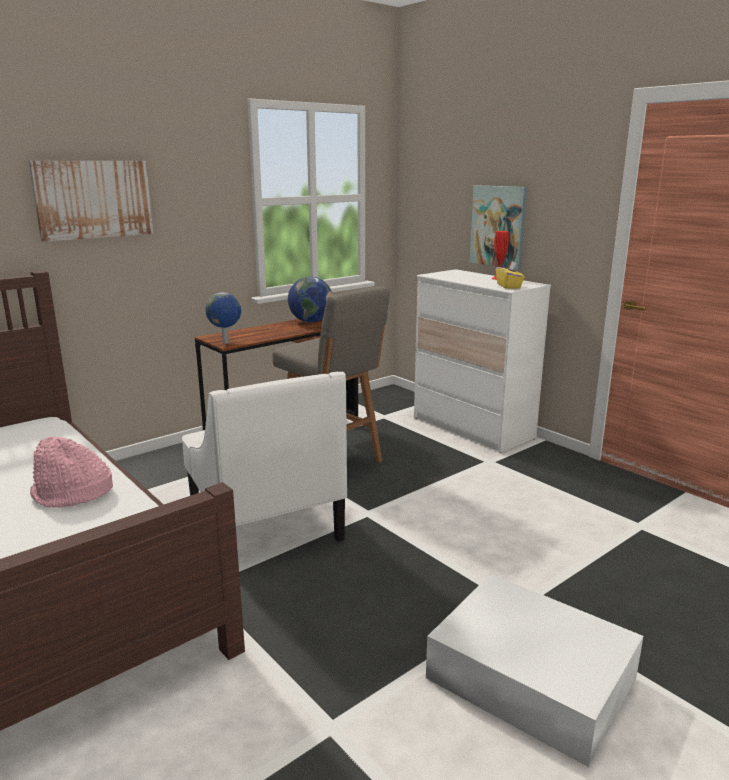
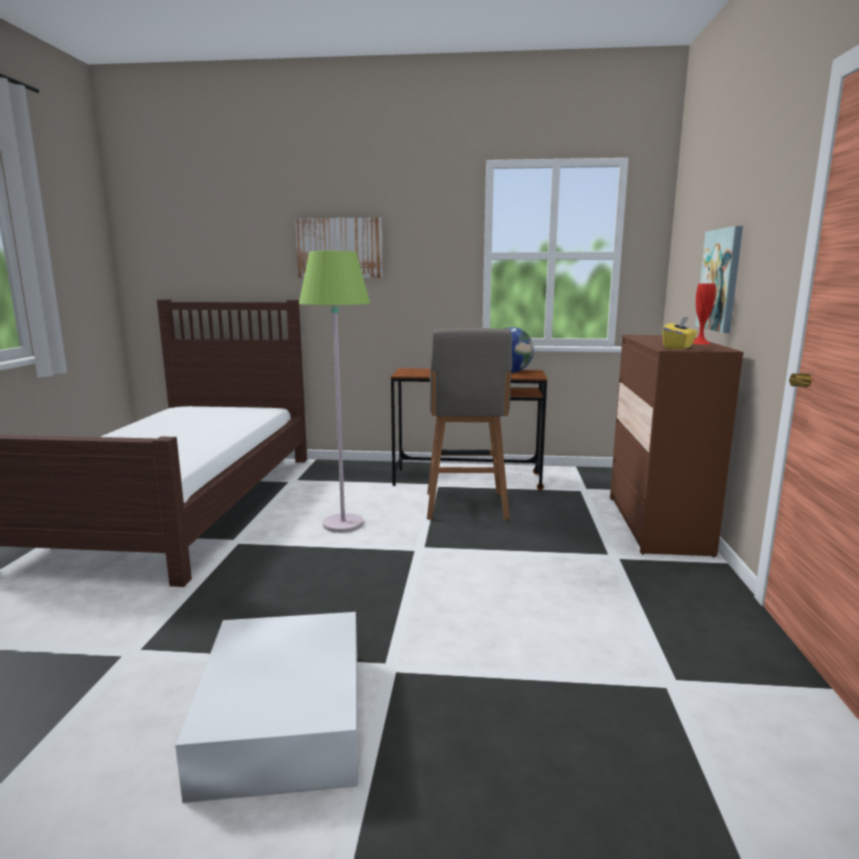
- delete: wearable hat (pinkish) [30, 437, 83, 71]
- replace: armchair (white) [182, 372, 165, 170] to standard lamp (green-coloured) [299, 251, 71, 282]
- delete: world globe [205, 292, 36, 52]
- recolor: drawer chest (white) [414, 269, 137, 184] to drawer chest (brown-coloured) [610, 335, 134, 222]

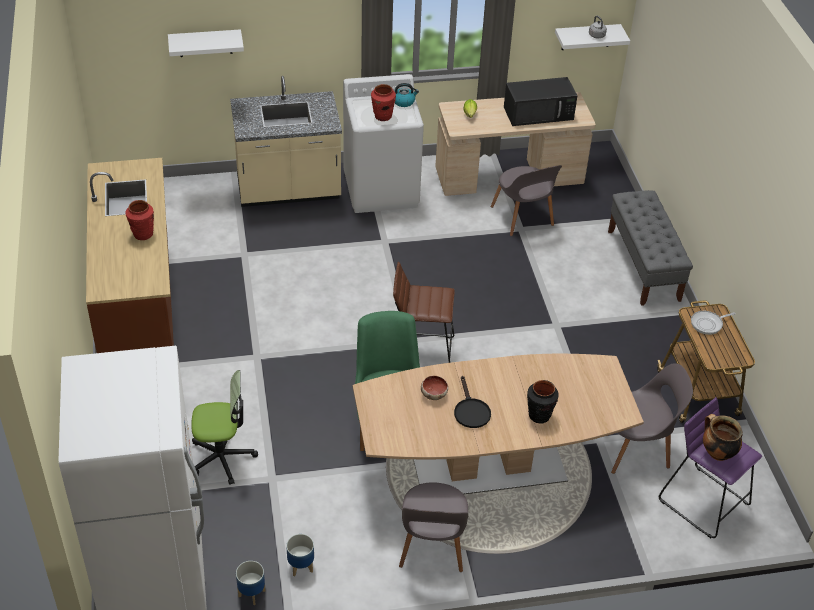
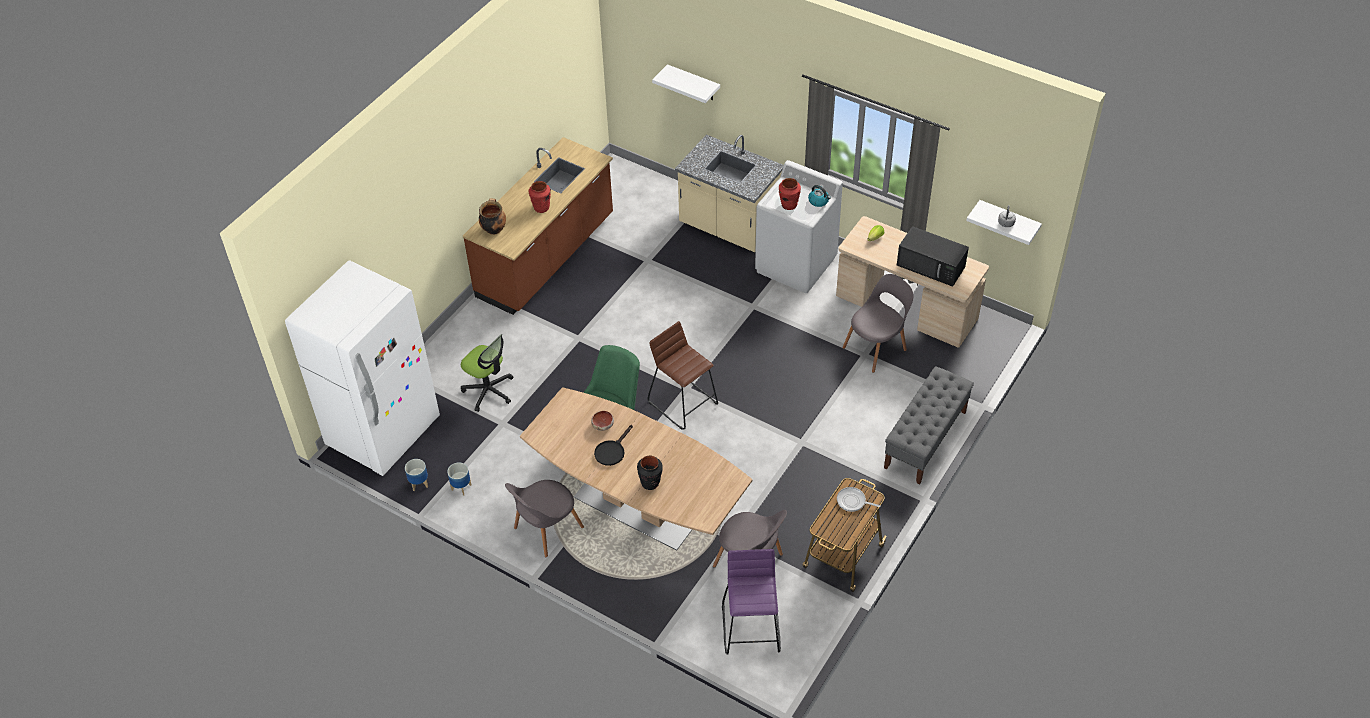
- rotate: chair (greyish) [491, 165, 71, 71] = [842, 274, 71, 99] 150 degrees counterclockwise
- move: cooking pot [703, 414, 40, 47] to [479, 198, 27, 37]

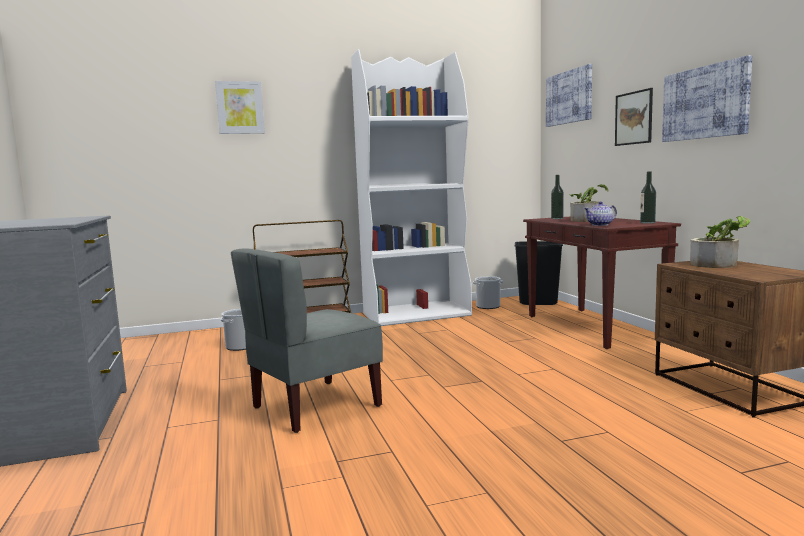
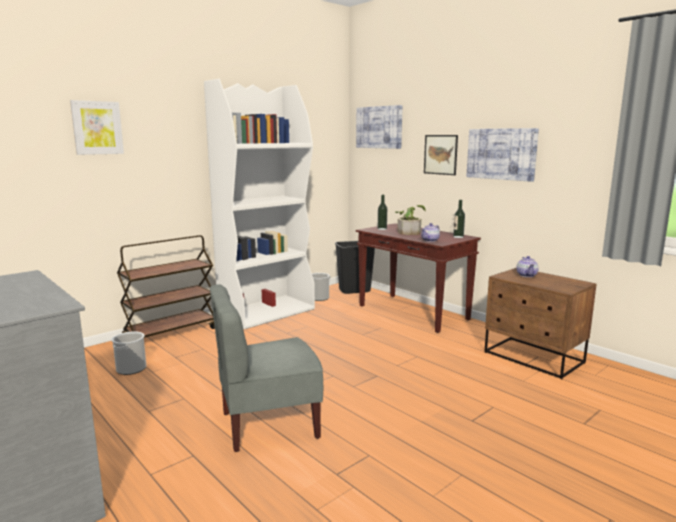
- rotate: chair (greyish) [231, 249, 152, 184] = [210, 284, 113, 168] 45 degrees clockwise
- replace: houseplant [690, 216, 60, 52] to teapot [516, 256, 23, 21]

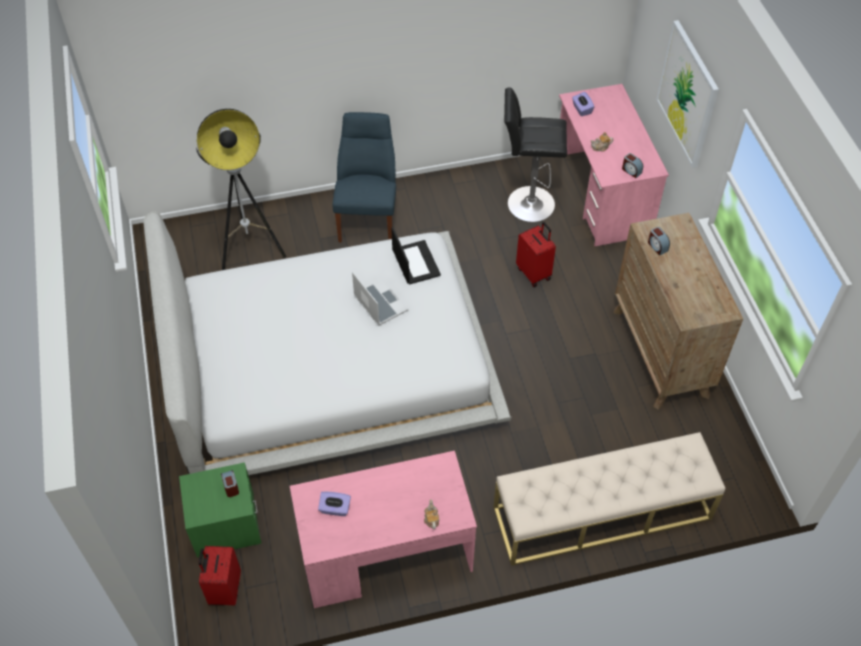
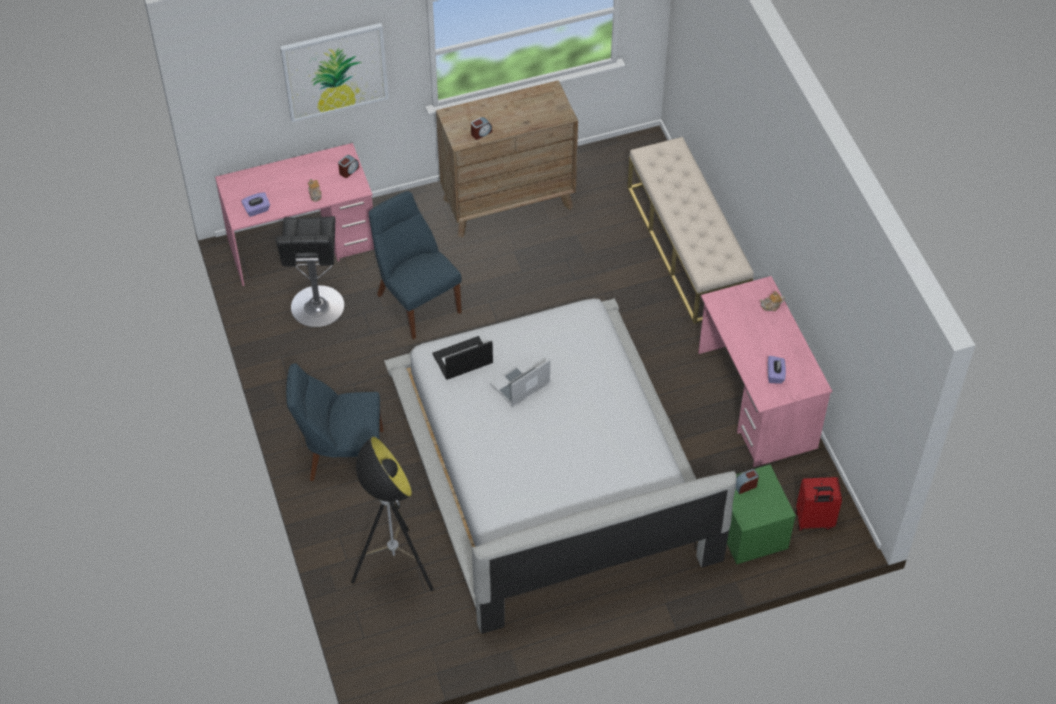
- replace: travel case (reddish) [516, 222, 40, 65] to chair (blue-coloured) [369, 191, 93, 148]

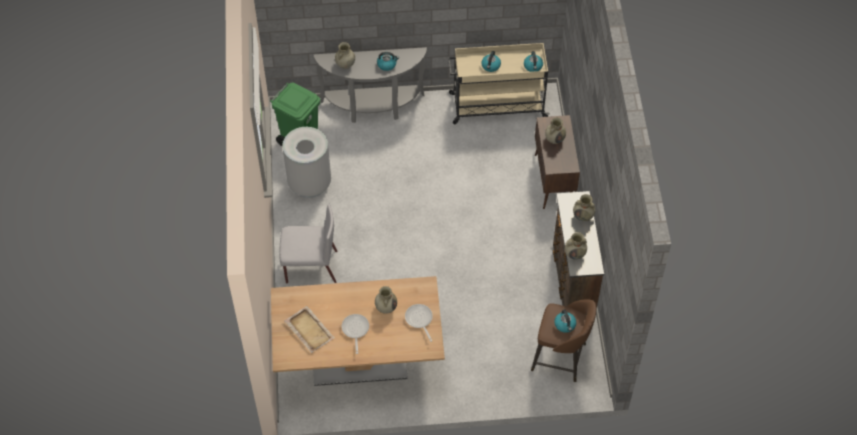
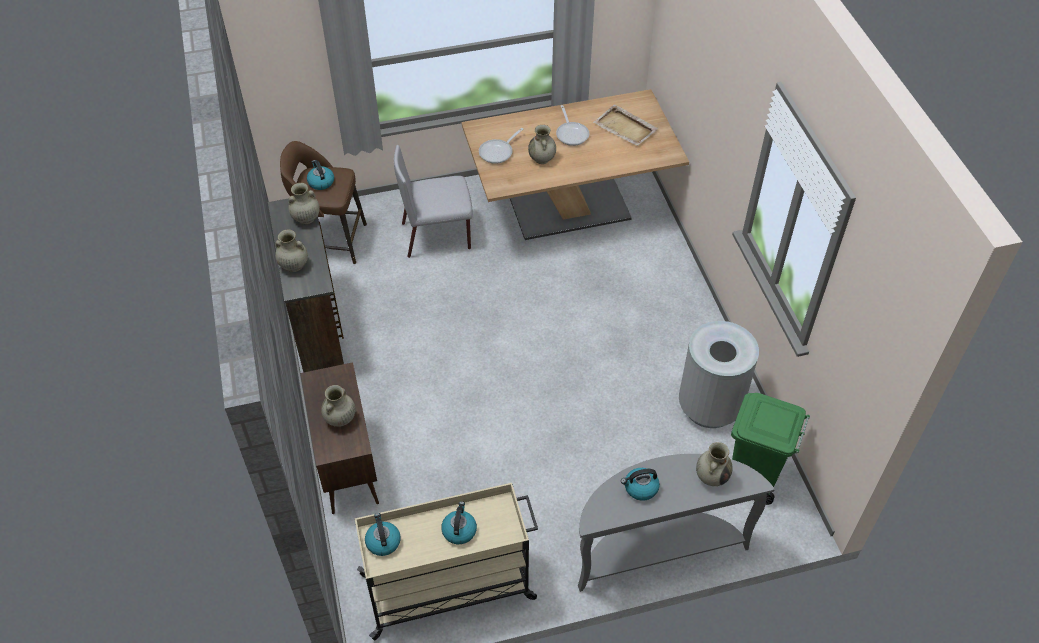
- move: chair (greyish) [280, 204, 57, 79] to [394, 145, 79, 113]
- rotate: frying pan [405, 304, 28, 38] = [479, 128, 44, 36] 75 degrees clockwise

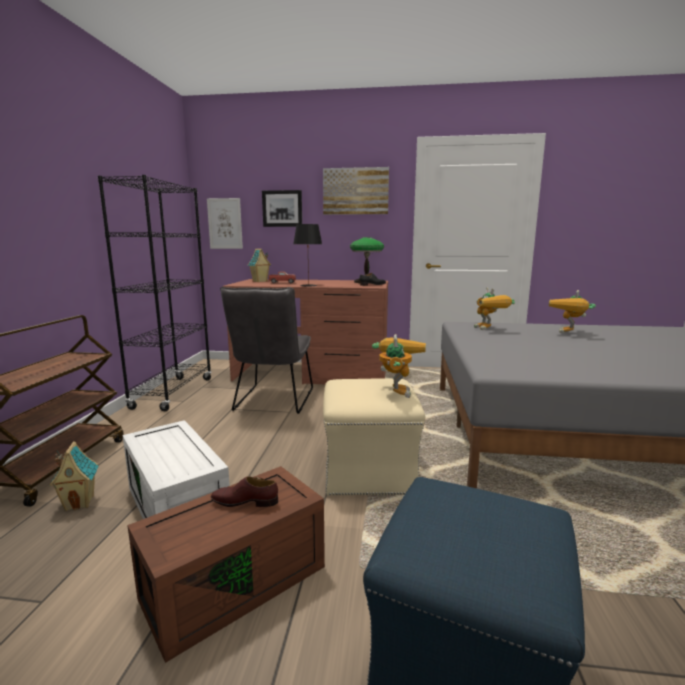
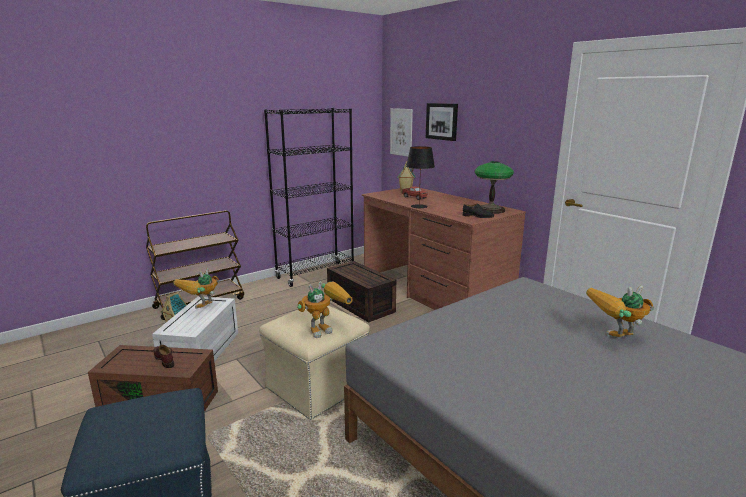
- replace: chair (greyish) [220, 287, 93, 127] to storage box (brown-coloured) [327, 261, 69, 62]
- delete: picture [323, 167, 66, 48]
- move: robot figure [474, 287, 41, 43] to [173, 268, 46, 41]

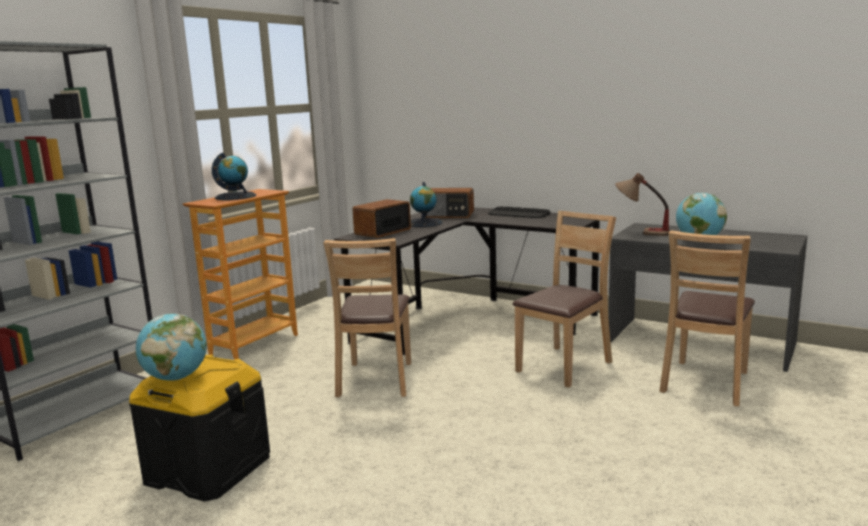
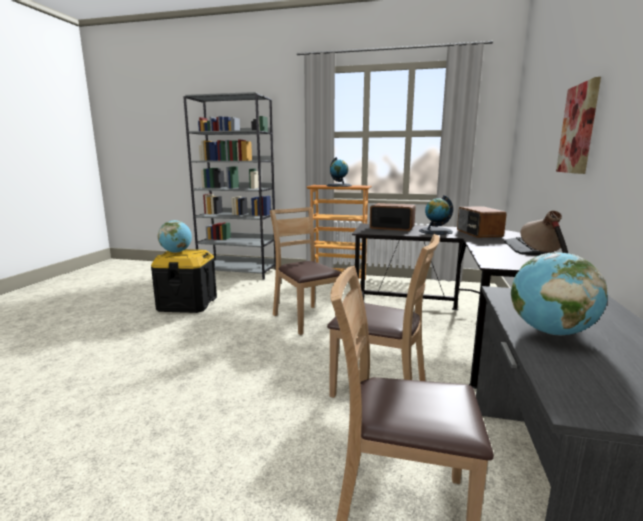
- rotate: chair (brown-coloured) [323, 238, 88, 159] = [270, 207, 72, 128] 75 degrees clockwise
- insert: picture [556, 77, 45, 97]

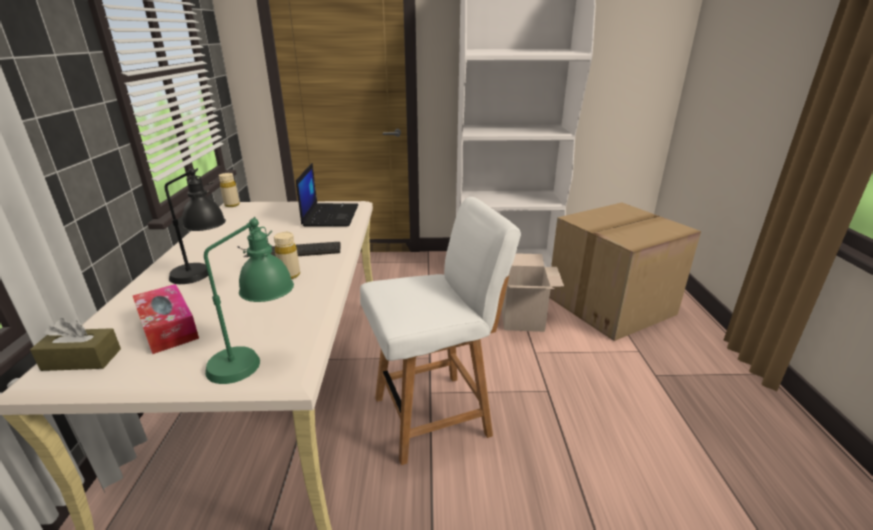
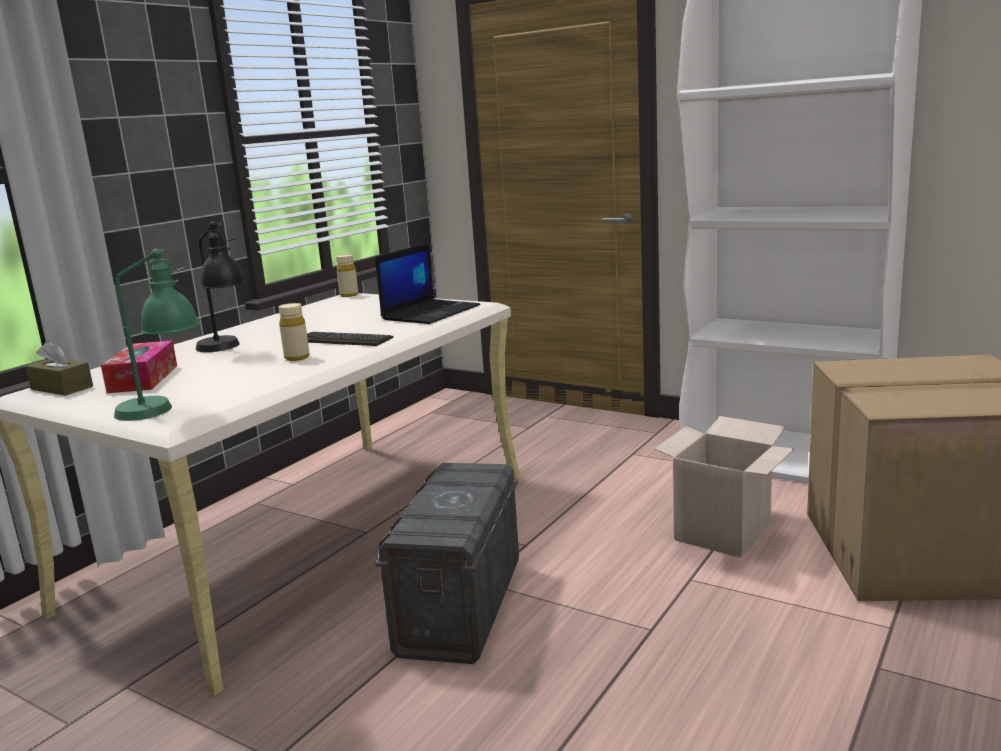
- replace: chair (white) [360, 197, 161, 268] to storage box (greyish) [375, 463, 144, 201]

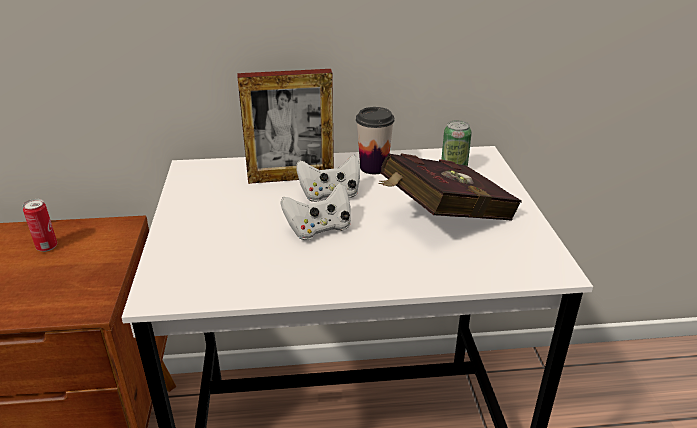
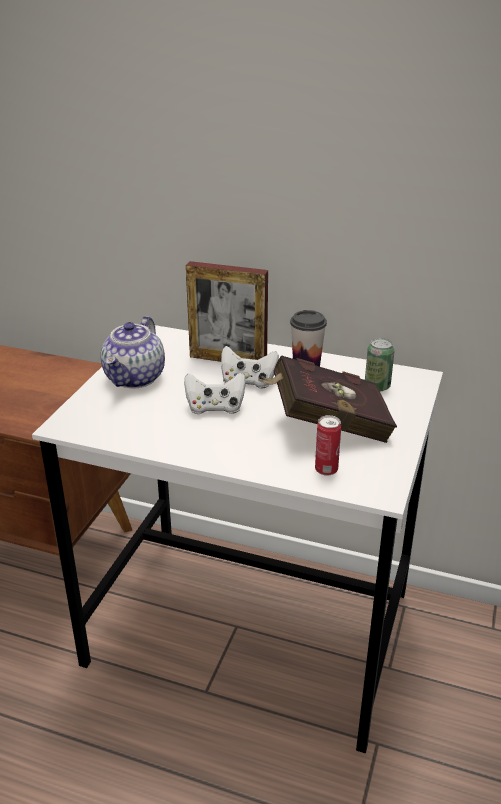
- move: metal can [23, 199, 34, 53] to [315, 415, 26, 61]
- insert: teapot [101, 316, 64, 72]

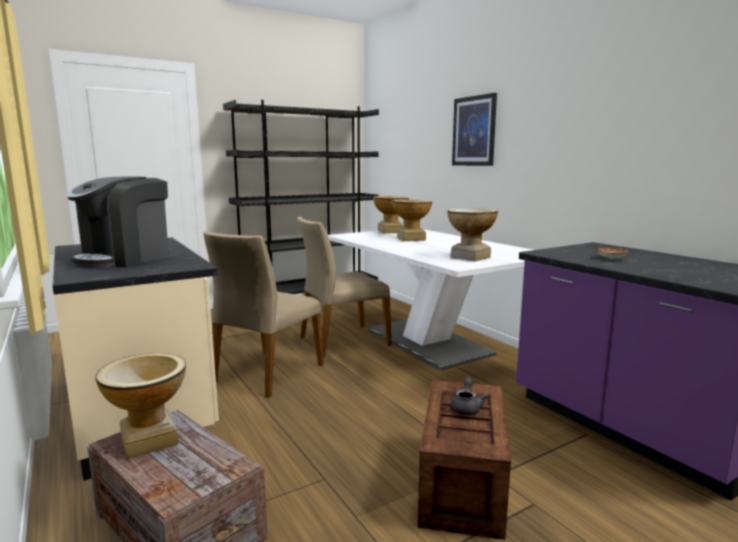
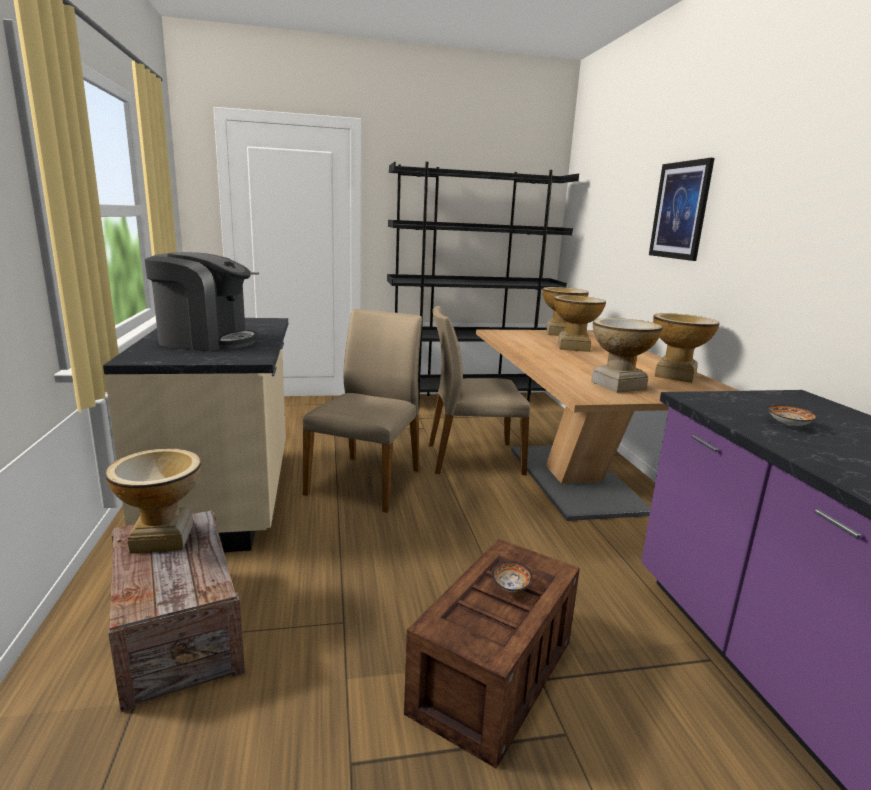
- rotate: coffee machine [66, 177, 103, 91] = [145, 252, 112, 99] 135 degrees counterclockwise
- rotate: chair (sand-coloured) [203, 231, 121, 167] = [303, 309, 119, 204] 150 degrees clockwise
- recolor: kitchen table (white) [328, 229, 205, 142] to kitchen table (brown-coloured) [476, 329, 264, 192]
- replace: teapot (greyish) [450, 377, 38, 38] to deep dish [492, 561, 40, 31]
- insert: decorative vase [653, 313, 66, 70]

